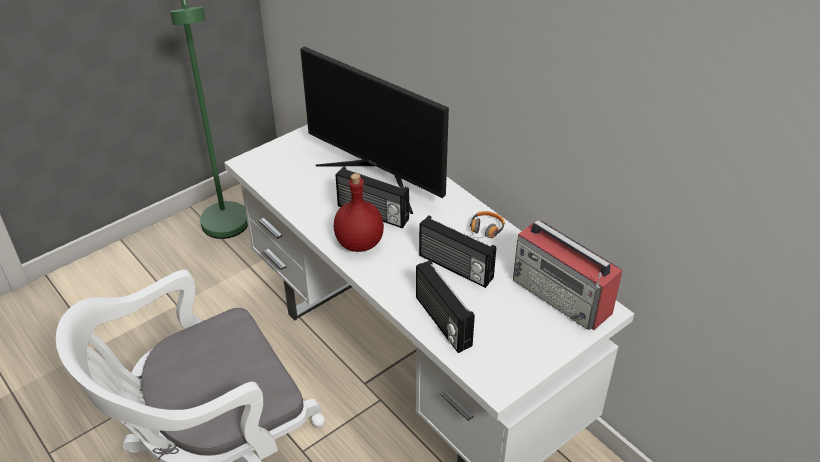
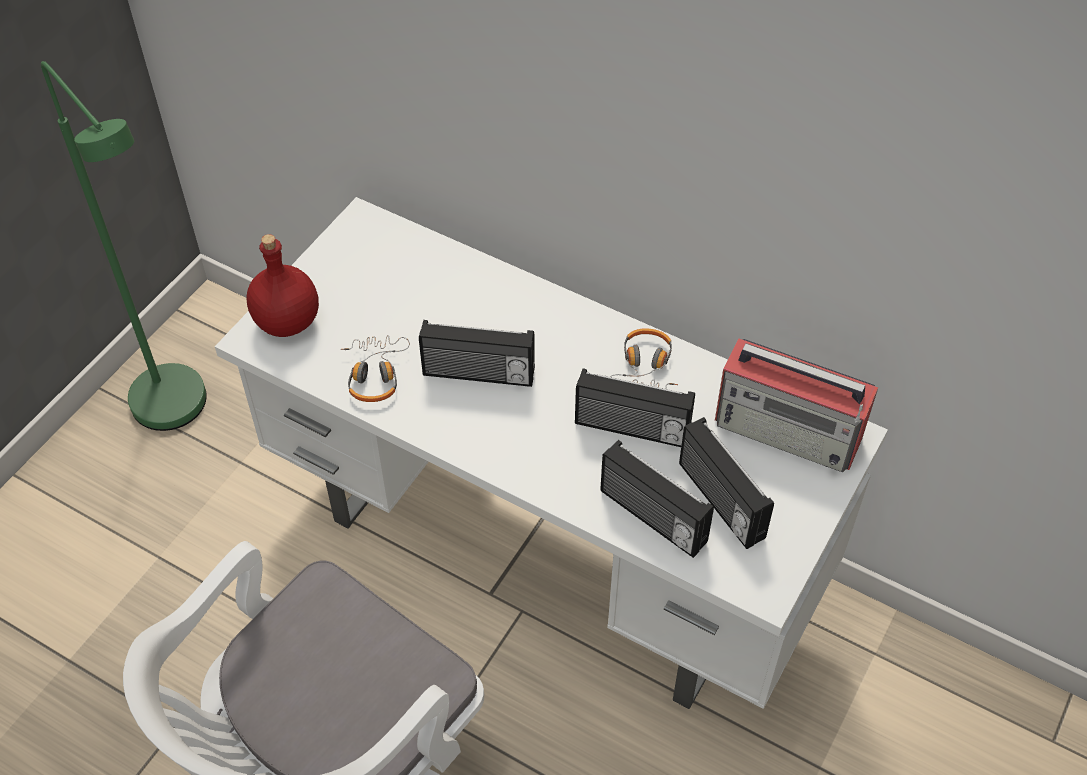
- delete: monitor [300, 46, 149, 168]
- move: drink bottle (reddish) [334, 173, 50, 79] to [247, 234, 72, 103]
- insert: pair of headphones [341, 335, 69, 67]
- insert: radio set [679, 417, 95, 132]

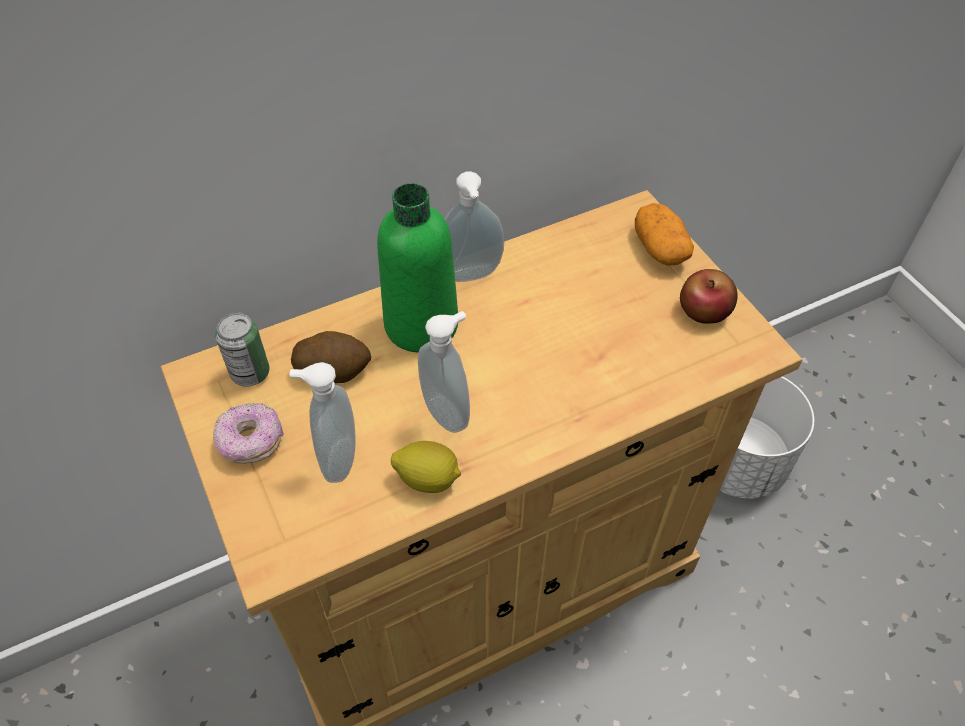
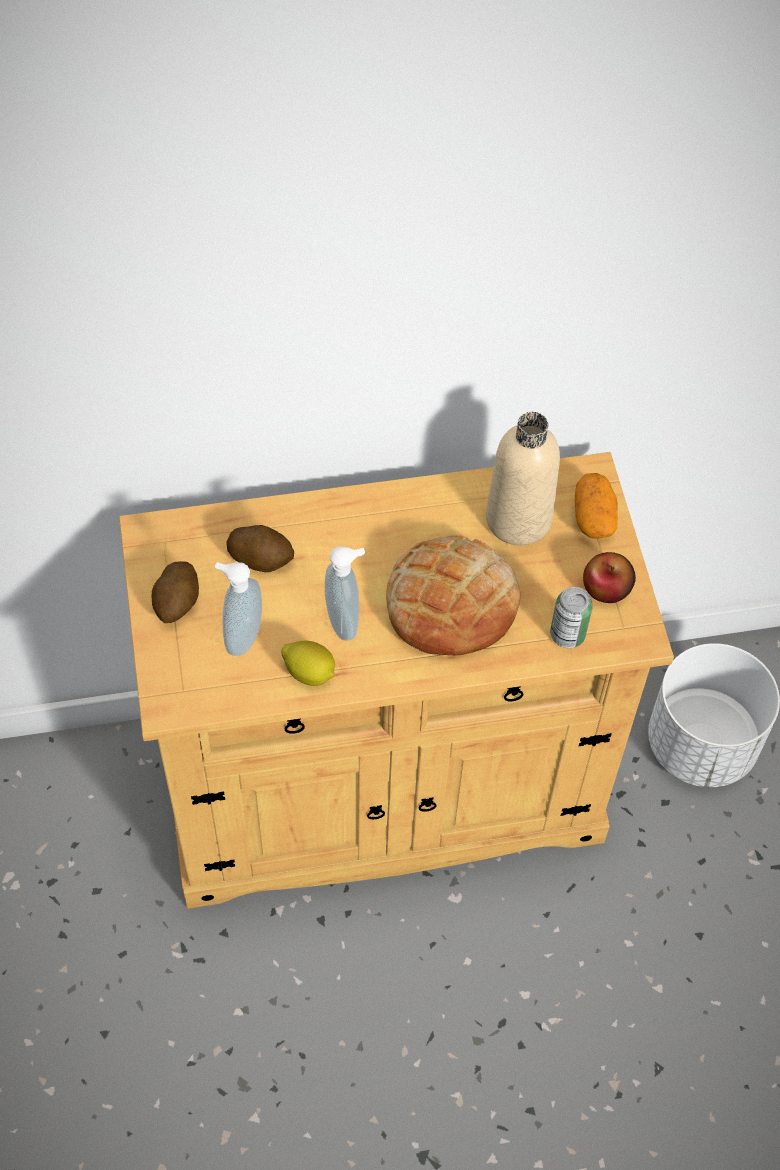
- replace: ring doughnut [213, 403, 71, 61] to whole potato [152, 561, 47, 62]
- move: metal can [215, 312, 55, 75] to [550, 587, 43, 61]
- delete: drink bottle (green-coloured) [377, 183, 81, 169]
- delete: soap bottle [445, 172, 59, 110]
- insert: bakery bread [386, 535, 134, 121]
- insert: drink bottle (sand-coloured) [486, 412, 74, 133]

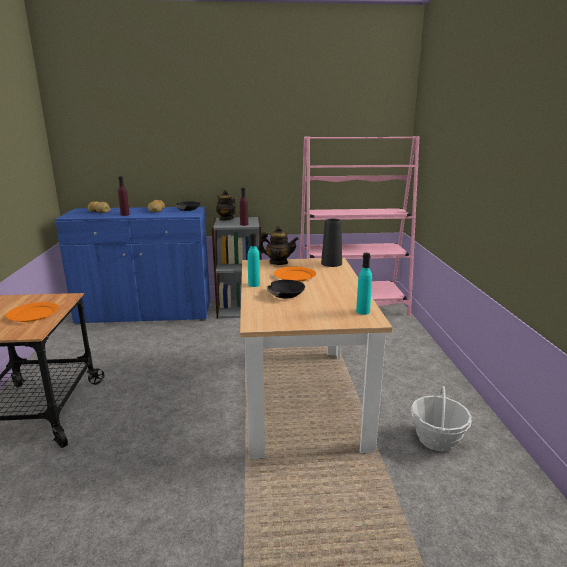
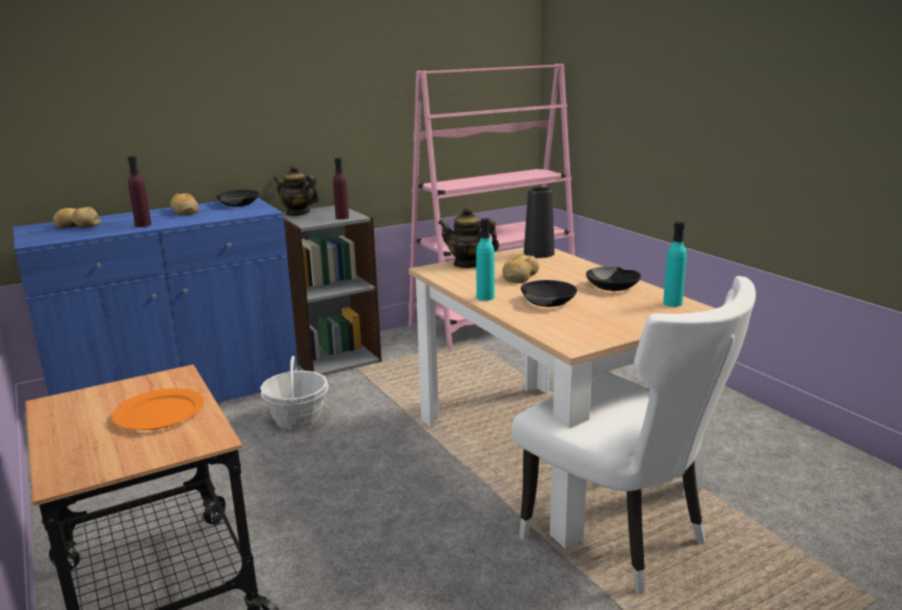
- rotate: teapot [258, 226, 41, 39] = [438, 207, 61, 61] 150 degrees counterclockwise
- replace: dinner plate (orange) [274, 267, 42, 14] to bakery bread [503, 254, 36, 29]
- move: storage basket [411, 386, 61, 66] to [260, 356, 69, 73]
- insert: chair (white) [511, 276, 245, 319]
- insert: deep dish (blackish) [586, 266, 55, 25]

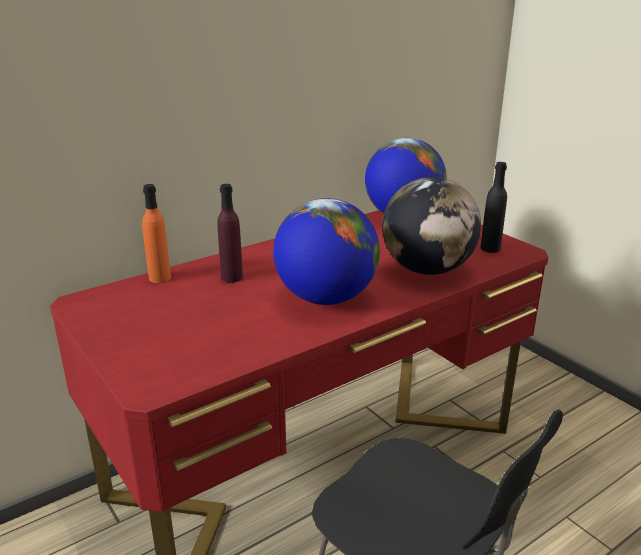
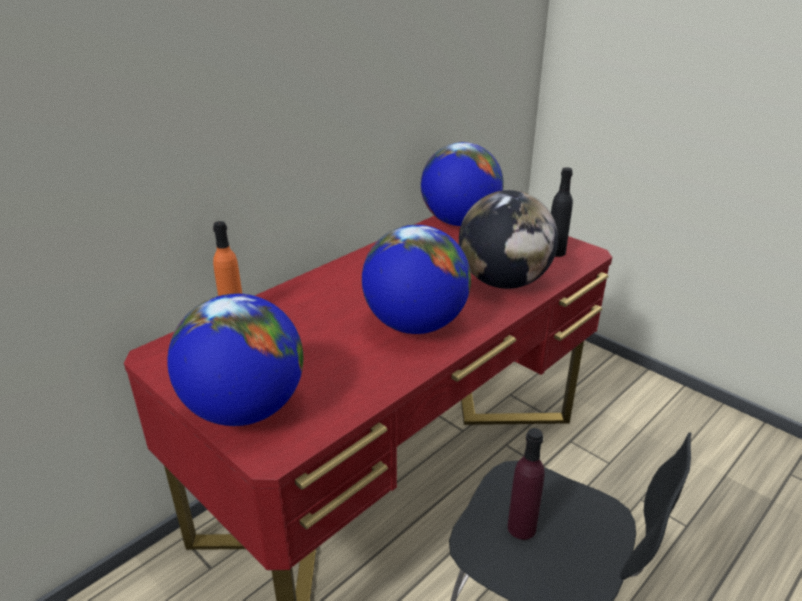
- move: drink bottle (purple-coloured) [217, 184, 26, 98] to [507, 428, 38, 112]
- insert: world globe [167, 294, 136, 132]

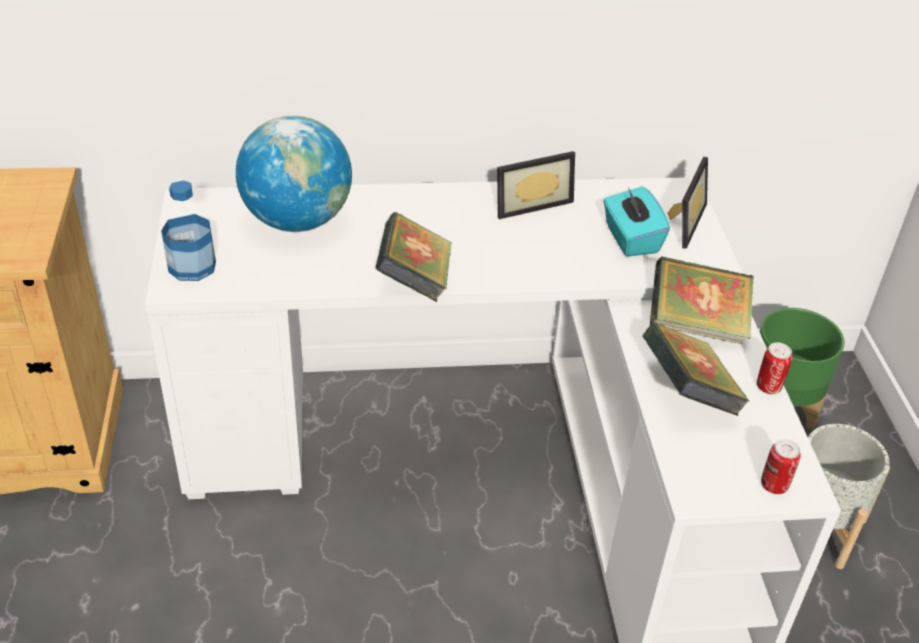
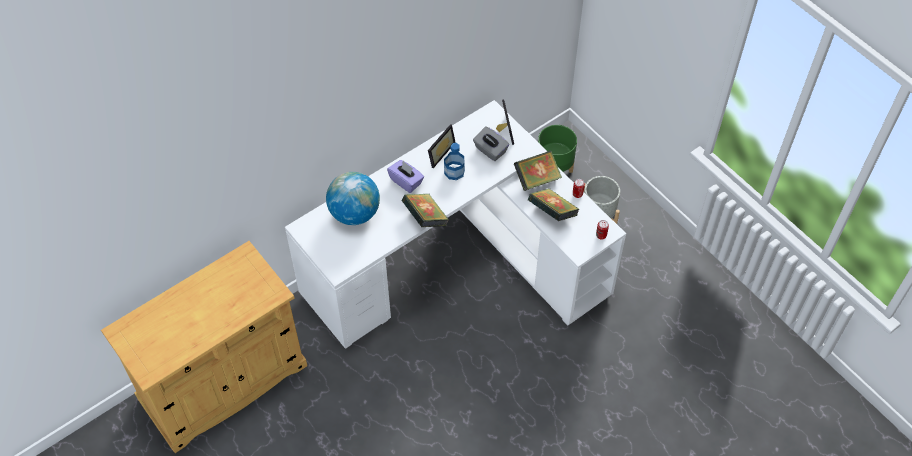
- move: drink bottle [161, 180, 55, 101] to [444, 143, 21, 37]
- recolor: box of tissues (blue-green) [603, 186, 67, 71] to box of tissues (greyish) [473, 126, 36, 35]
- insert: box of tissues (purple-coloured) [387, 160, 37, 33]

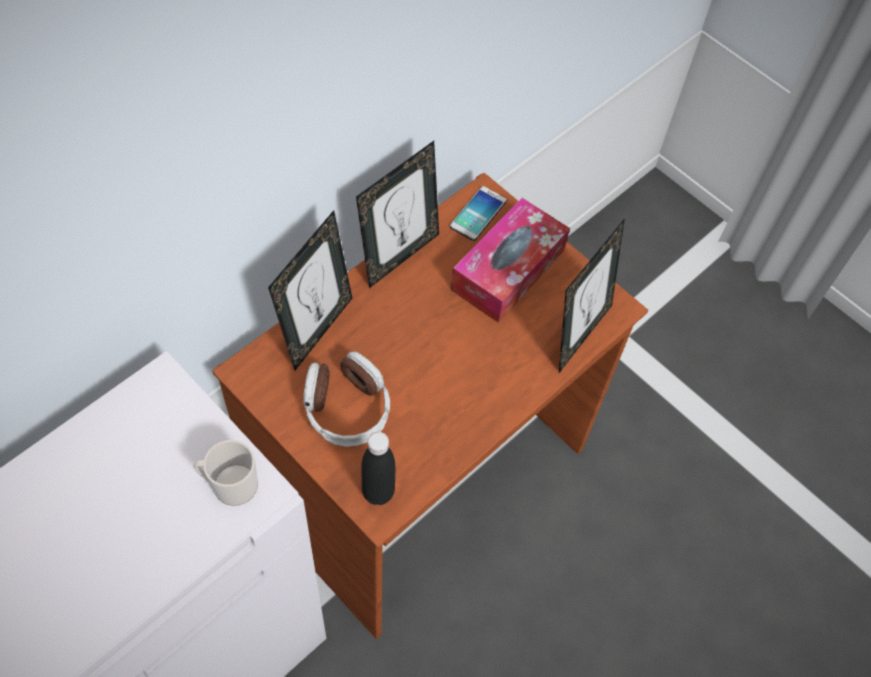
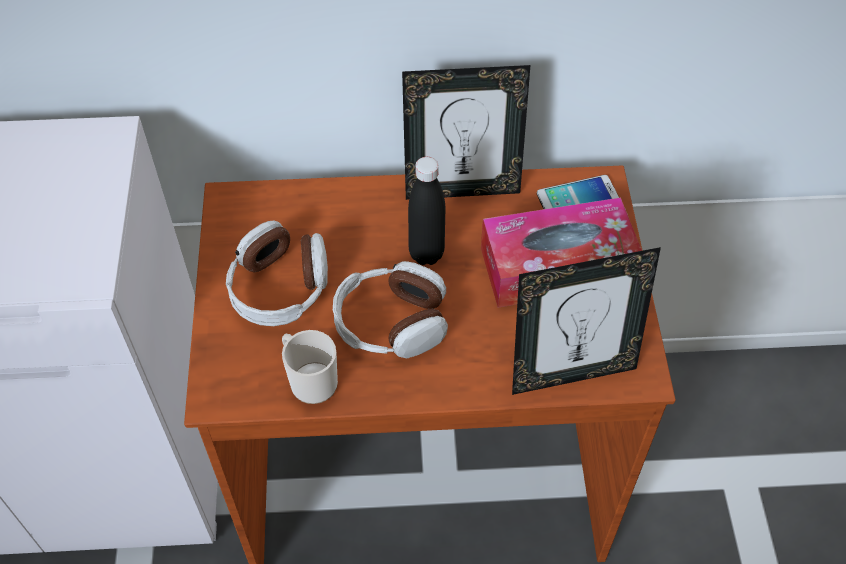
- move: mug [193, 440, 65, 66] to [282, 330, 56, 74]
- delete: photo frame [268, 210, 84, 160]
- move: drink bottle (blackish) [361, 432, 34, 73] to [408, 157, 37, 108]
- insert: pair of headphones [333, 261, 115, 97]

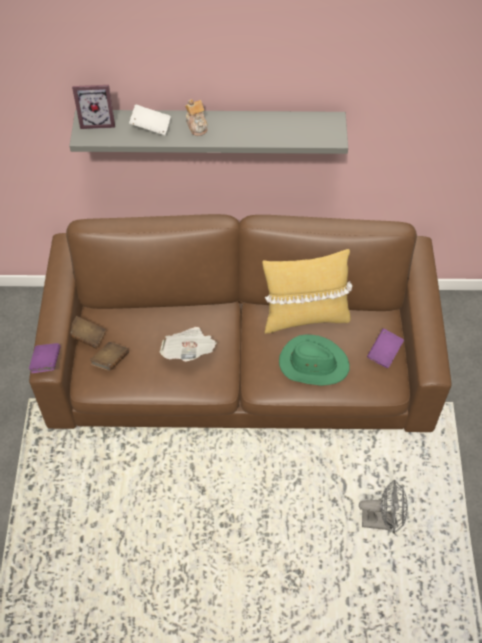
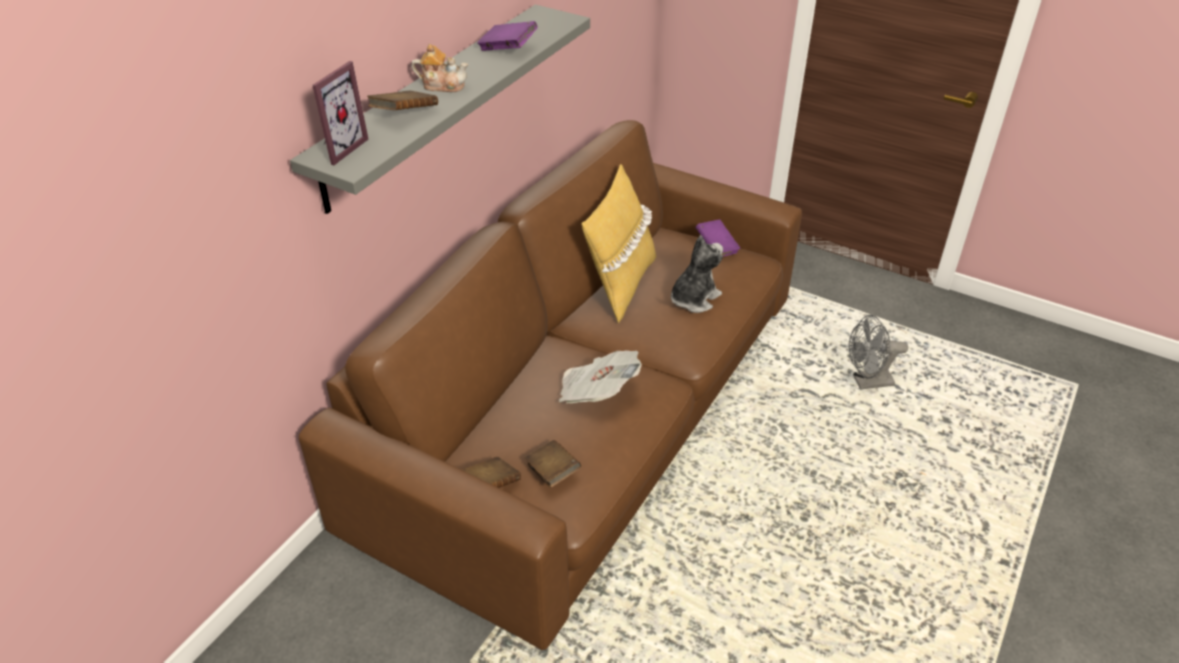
- move: bound book (purple-coloured) [29, 343, 32, 30] to [477, 21, 61, 30]
- recolor: bound book (white) [129, 104, 42, 32] to bound book (brown-coloured) [367, 91, 71, 19]
- replace: wearable hat (green-coloured) [279, 335, 71, 51] to cuddly toy [671, 235, 52, 78]
- rotate: fan (greyish) [359, 480, 49, 54] = [849, 315, 59, 75] 135 degrees counterclockwise

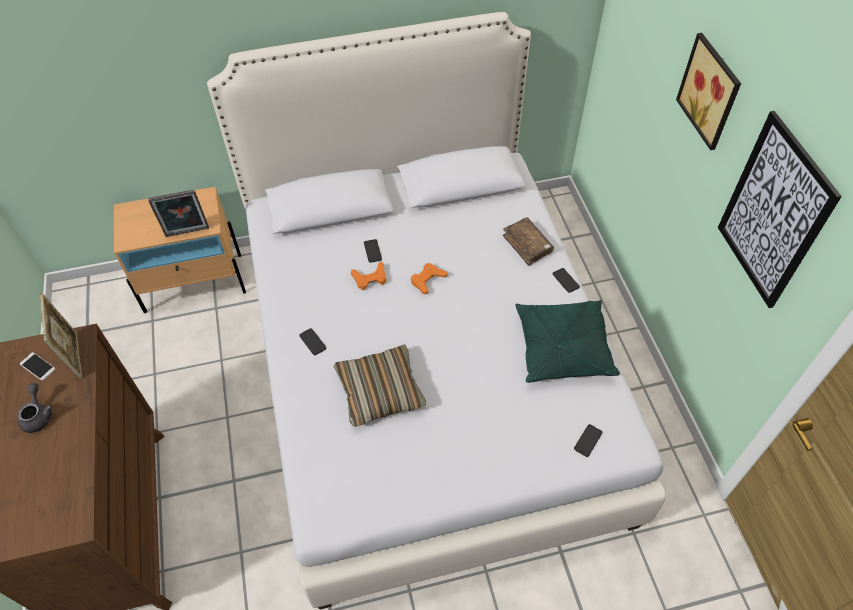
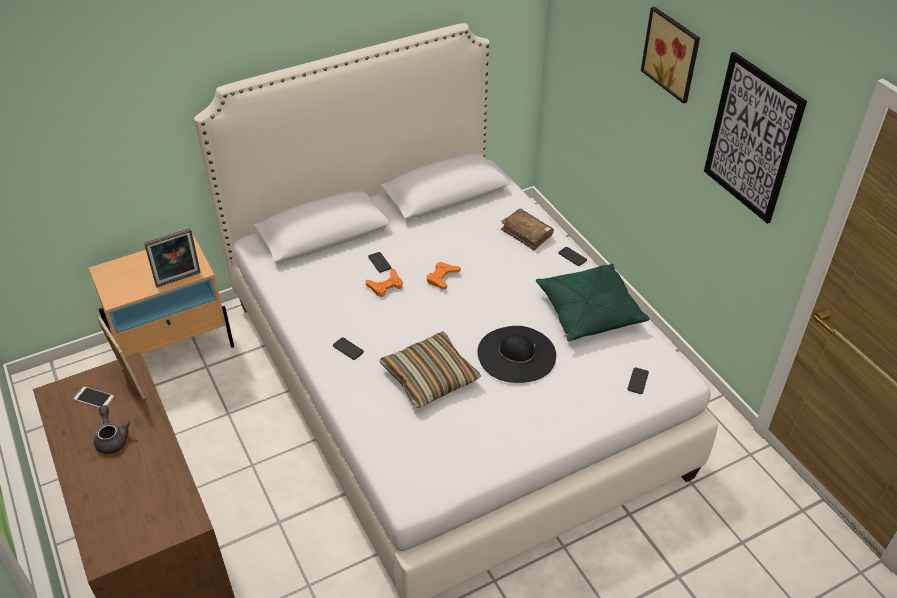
- insert: wearable hat (blackish) [478, 326, 78, 57]

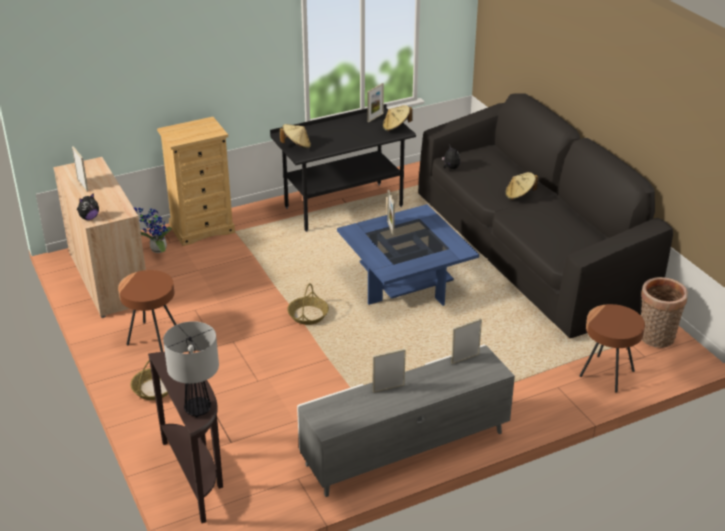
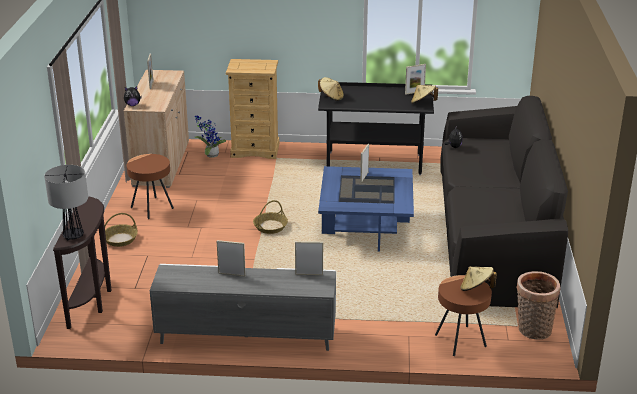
- move: wearable hat (sand-coloured) [506, 172, 32, 28] to [461, 267, 36, 24]

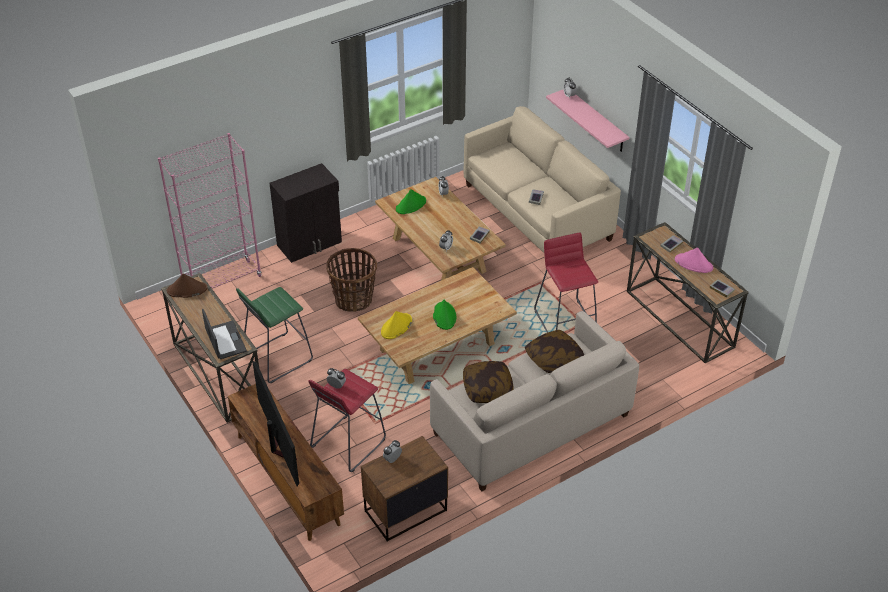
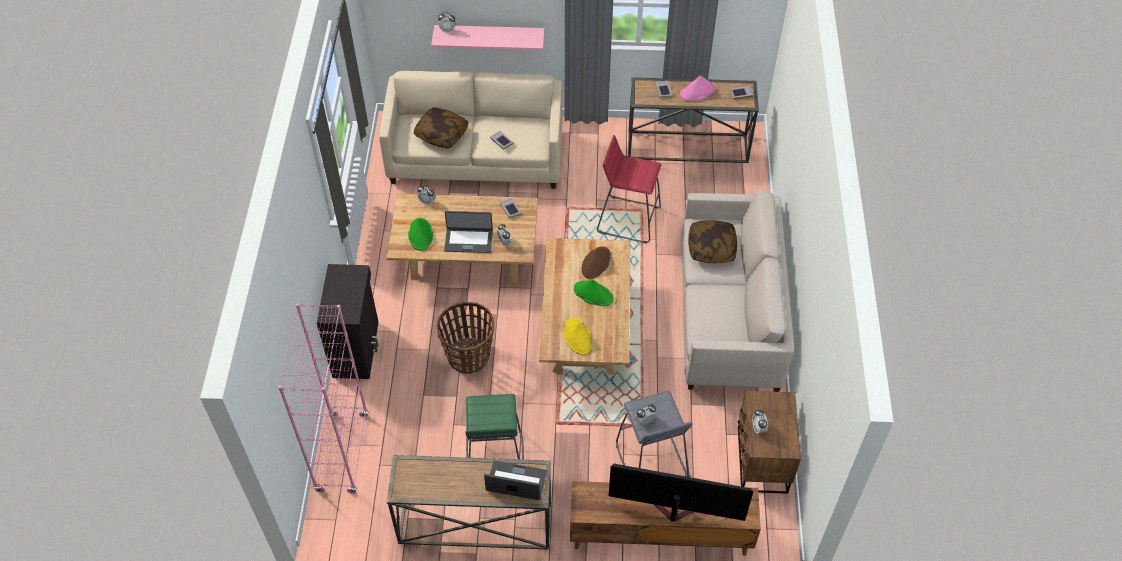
- move: wearable hat (brown-coloured) [167, 274, 40, 24] to [582, 246, 29, 33]
- recolor: sitting stool (reddish) [308, 369, 78, 103] to sitting stool (greyish) [616, 391, 77, 86]
- move: cushion [463, 361, 51, 42] to [413, 107, 56, 41]
- insert: laptop [444, 211, 49, 42]

